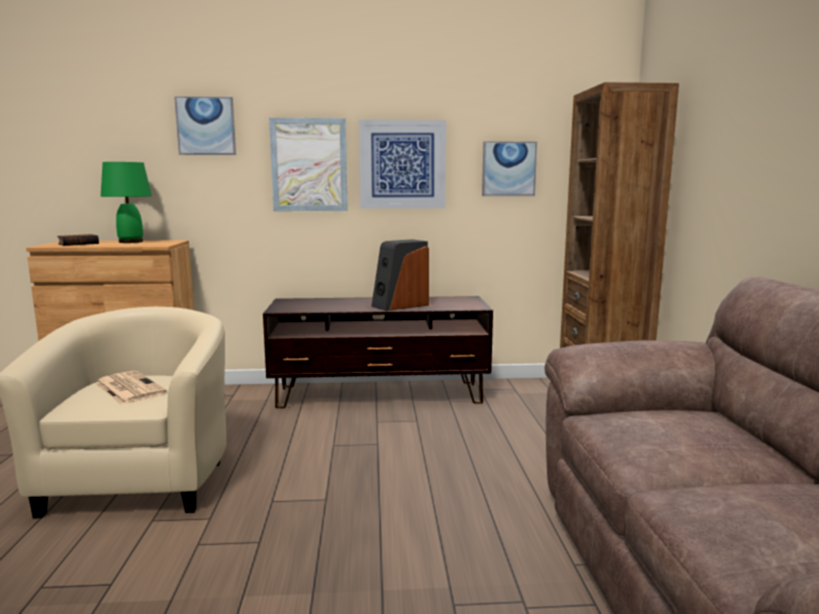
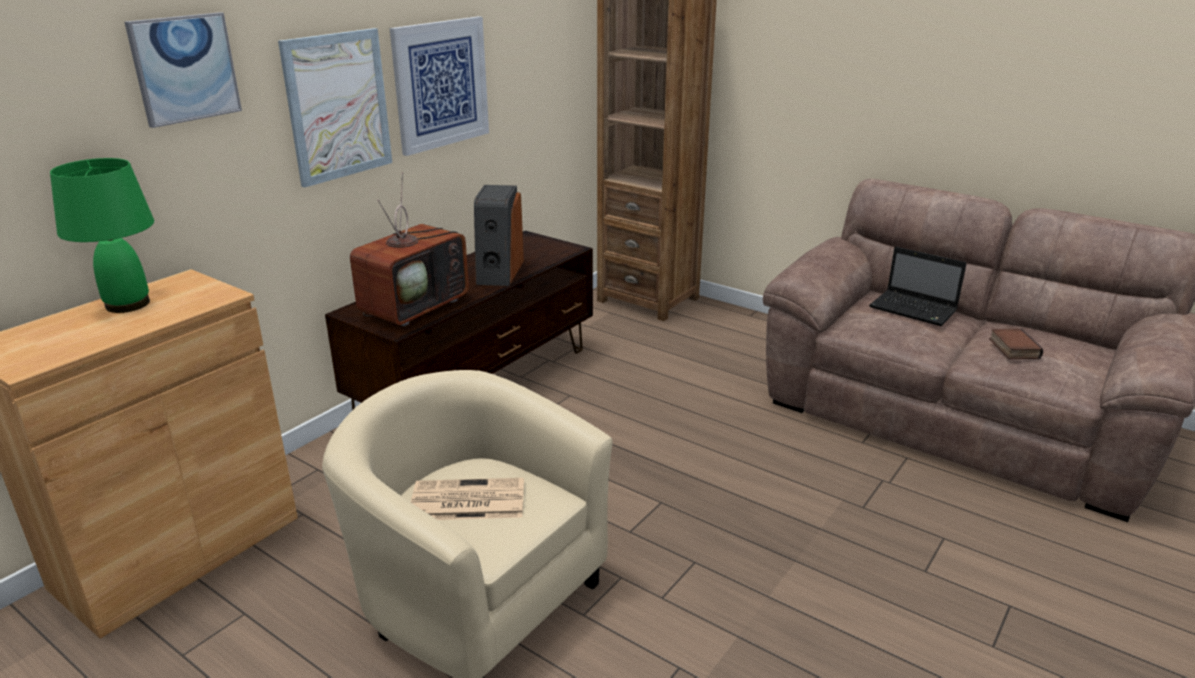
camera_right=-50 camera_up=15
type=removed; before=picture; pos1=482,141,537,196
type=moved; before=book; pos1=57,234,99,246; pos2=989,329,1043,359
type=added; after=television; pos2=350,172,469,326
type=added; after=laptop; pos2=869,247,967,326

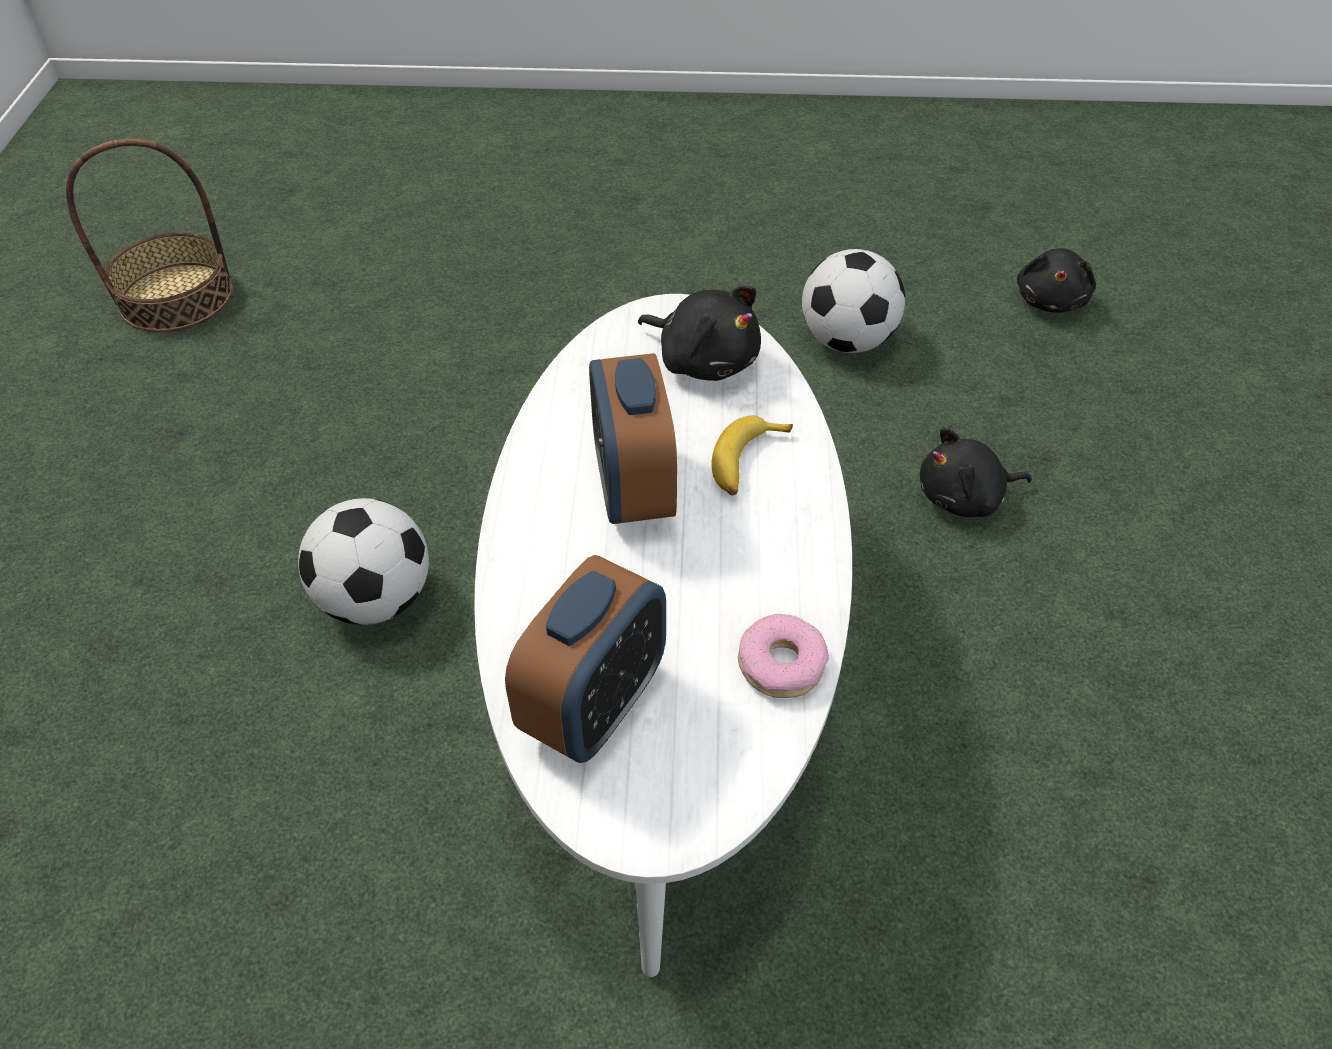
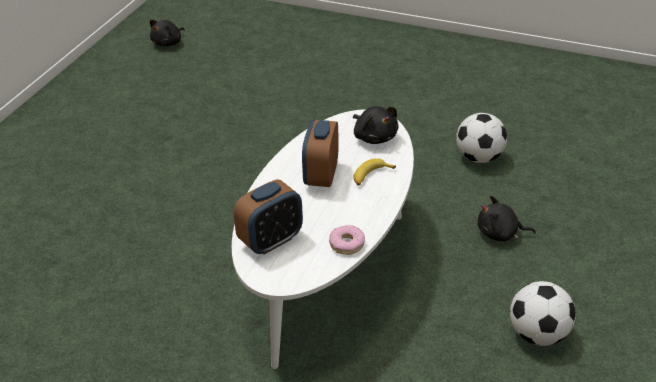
camera_right=20 camera_up=-10
type=removed; before=basket; pos1=66,139,233,333
type=moved; before=plush toy (black); pos1=1017,248,1096,313; pos2=150,19,185,46
type=moved; before=football; pos1=298,498,429,625; pos2=510,281,576,346

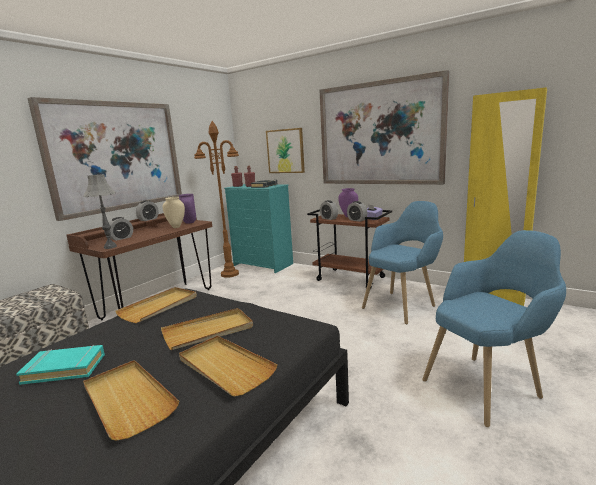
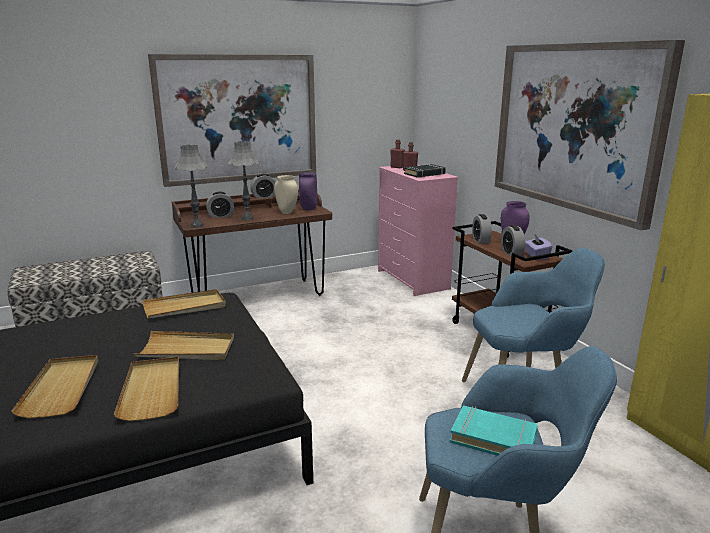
camera_right=30 camera_up=5
type=removed; before=floor lamp (brown); pos1=194,121,239,278
type=removed; before=picture; pos1=266,128,305,173
type=recoloured; before=dresser (turquoise); after=dresser (pink); pos1=224,184,293,273; pos2=378,165,458,296
type=moved; before=book (turquoise); pos1=16,345,105,385; pos2=450,405,538,456
type=added; after=table lamp (grey); pos2=228,141,259,221

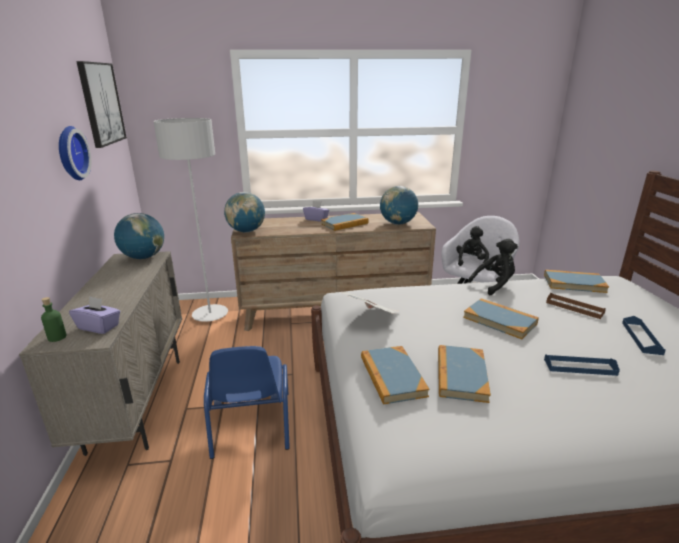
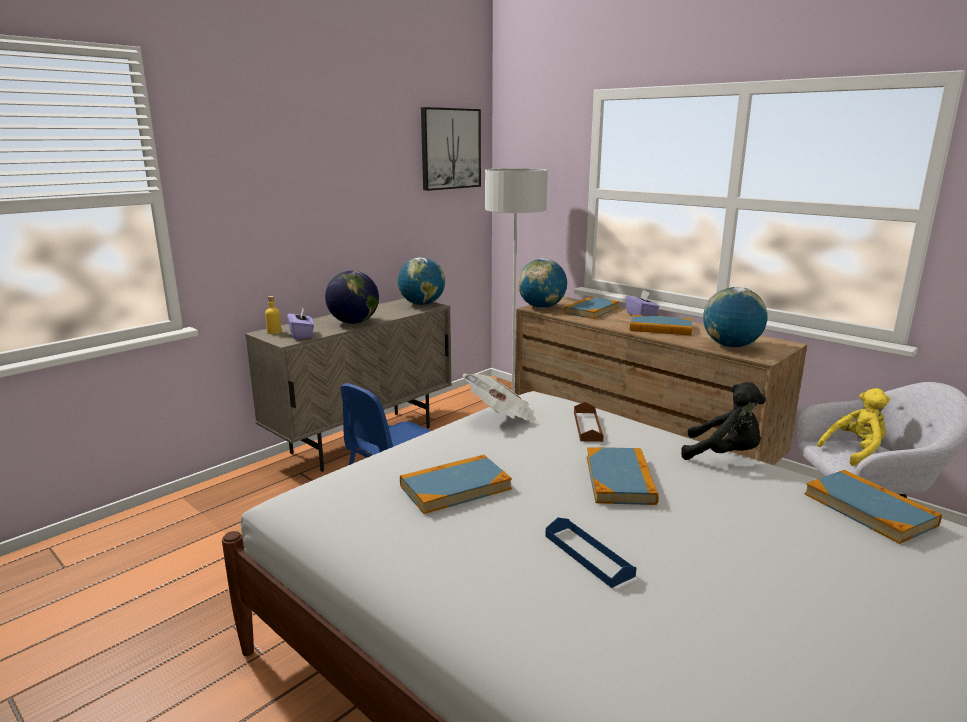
camera_right=50 camera_up=-5
type=removed; before=wall clock; pos1=59,126,91,180
type=recoloured; before=plush toy (black); after=plush toy (yellow); pos1=456,226,489,270; pos2=817,388,890,466
type=moved; before=tray (brown); pos1=546,293,606,319; pos2=574,402,604,442
type=recoloured; before=bottle (green); after=bottle (yellow); pos1=41,297,67,342; pos2=265,296,281,334
type=removed; before=tray (blue); pos1=622,316,666,355
type=moved; before=book; pos1=361,346,430,404; pos2=564,297,619,319
type=added; after=globe; pos2=325,271,379,324

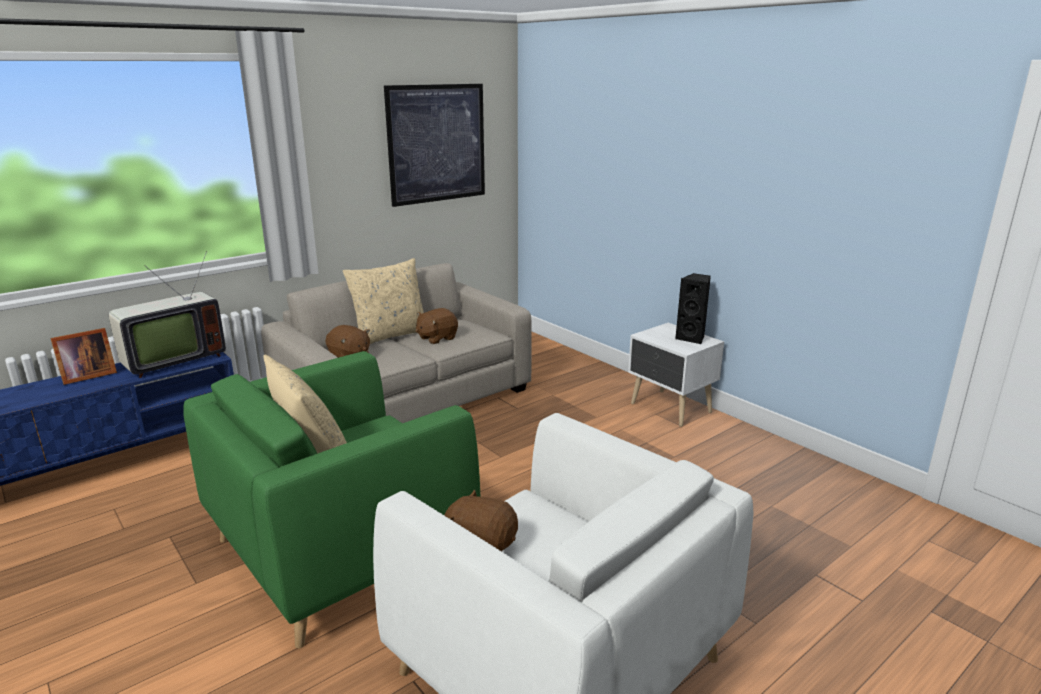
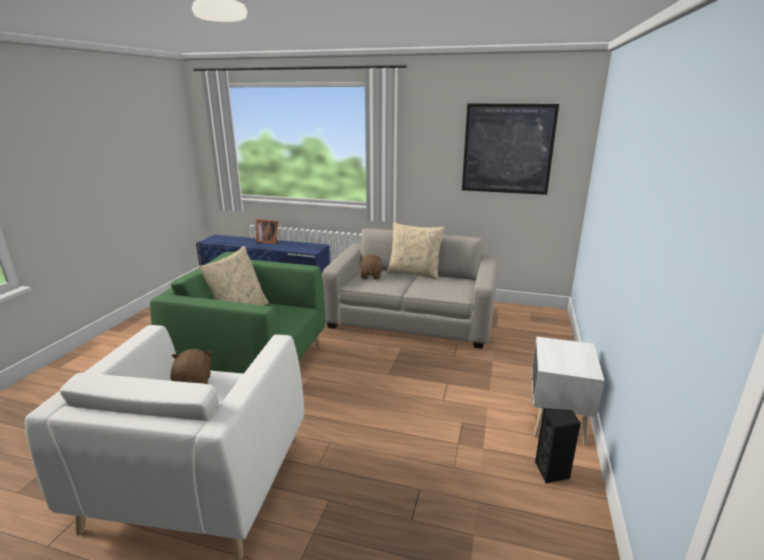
camera_right=55 camera_up=0
type=removed; before=television; pos1=109,251,226,378
type=moved; before=speaker (black); pos1=675,273,711,344; pos2=535,408,581,484
type=removed; before=plush toy (brown); pos1=416,308,458,344

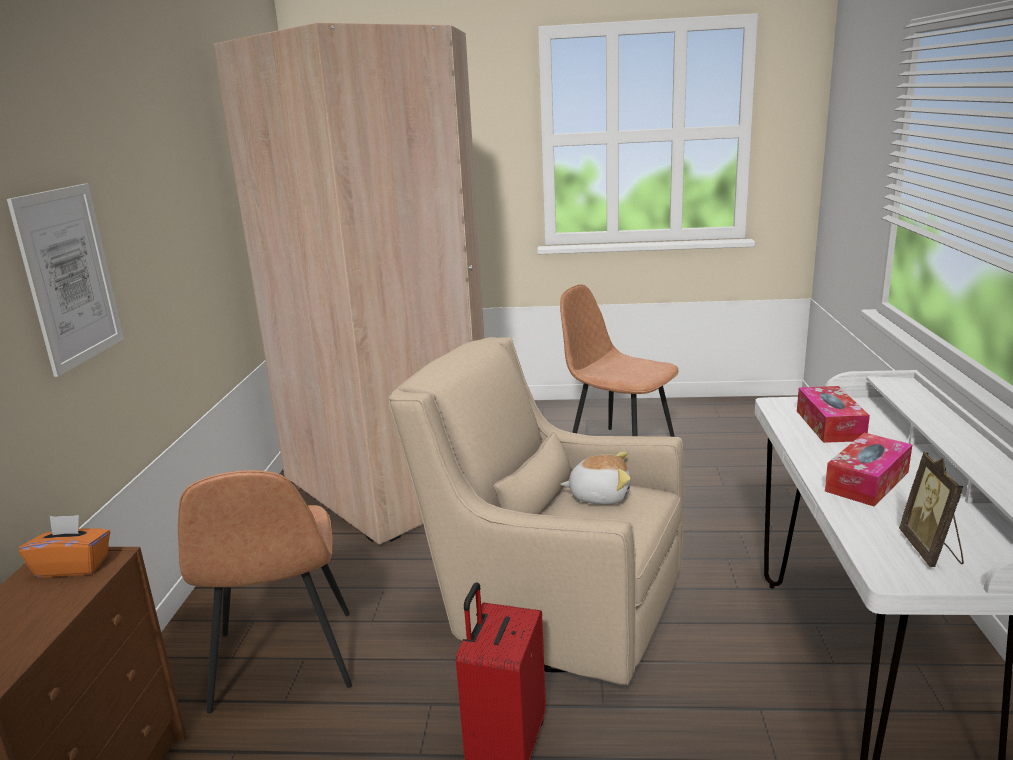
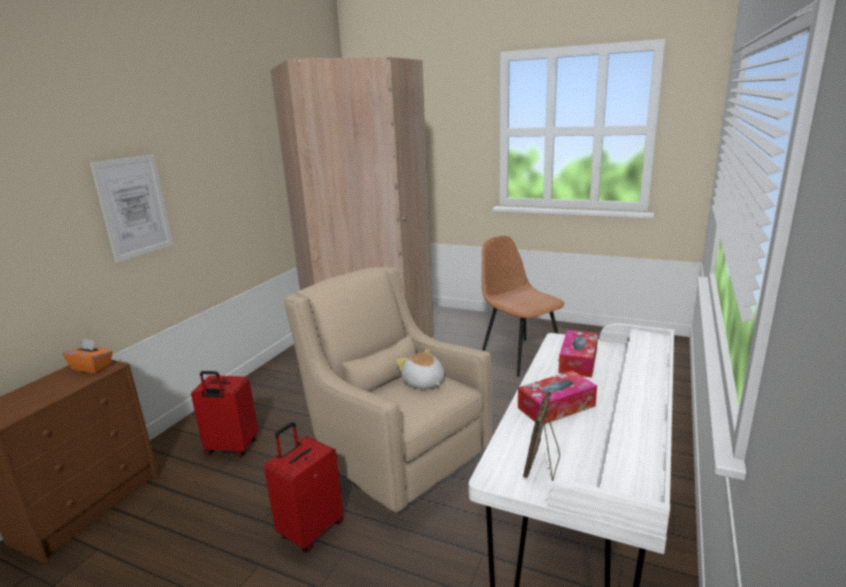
camera_right=20 camera_up=0
type=turned; before=plush toy; pos1=560,452,631,505; pos2=396,349,445,389; turn=-150
type=replaced; before=chair (brown); after=suitcase (red); pos1=178,470,352,713; pos2=191,371,258,457

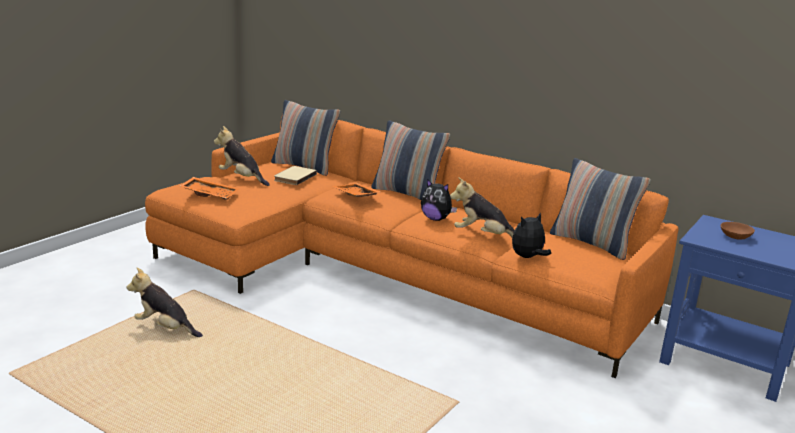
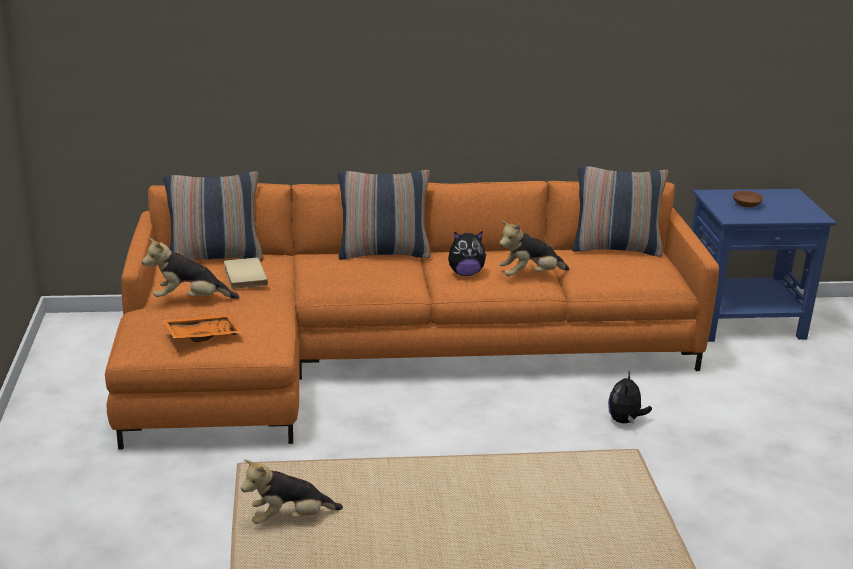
camera_right=-40 camera_up=5
type=removed; before=tray (orange); pos1=333,183,380,197
type=moved; before=plush toy; pos1=512,213,551,258; pos2=608,370,652,424

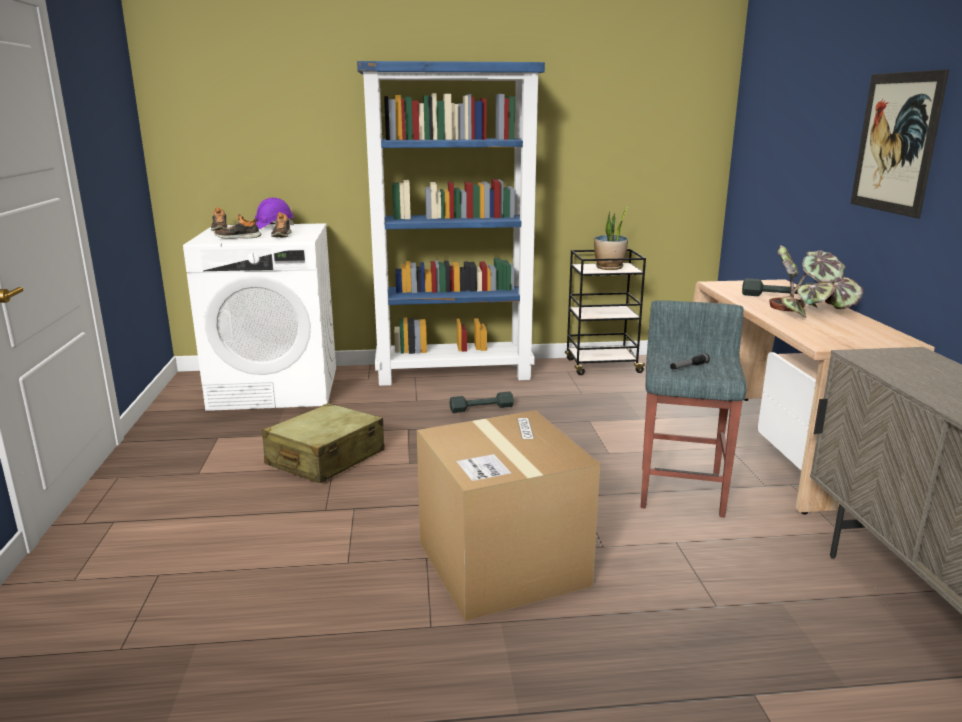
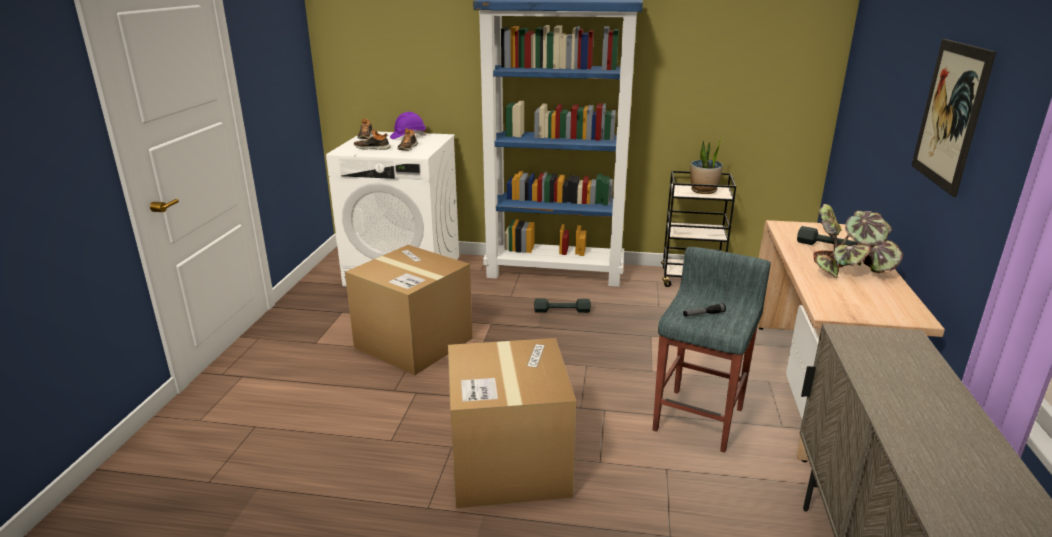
camera_right=15 camera_up=5
type=replaced; before=suitcase (beige); after=cardboard box; pos1=262,403,385,483; pos2=345,245,473,376

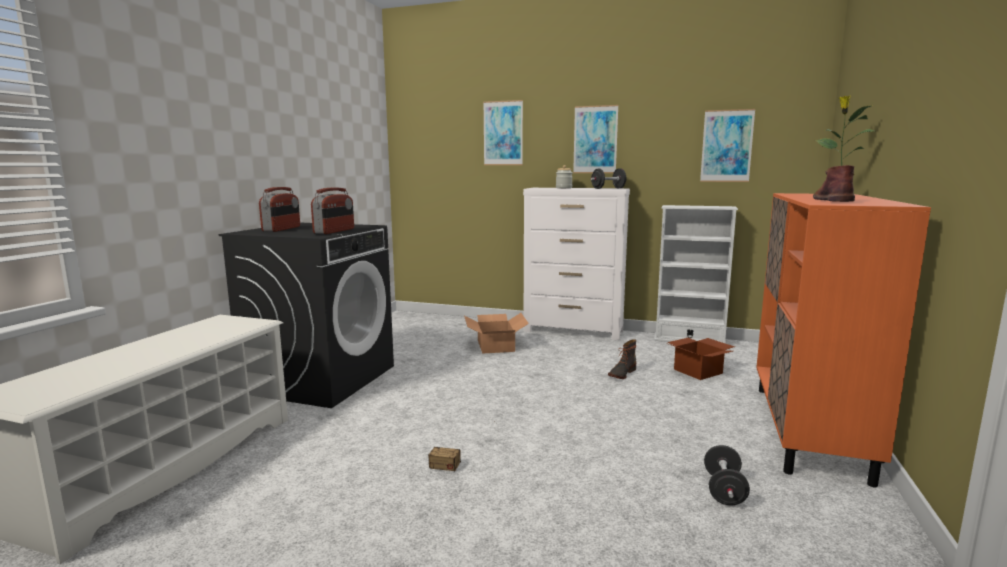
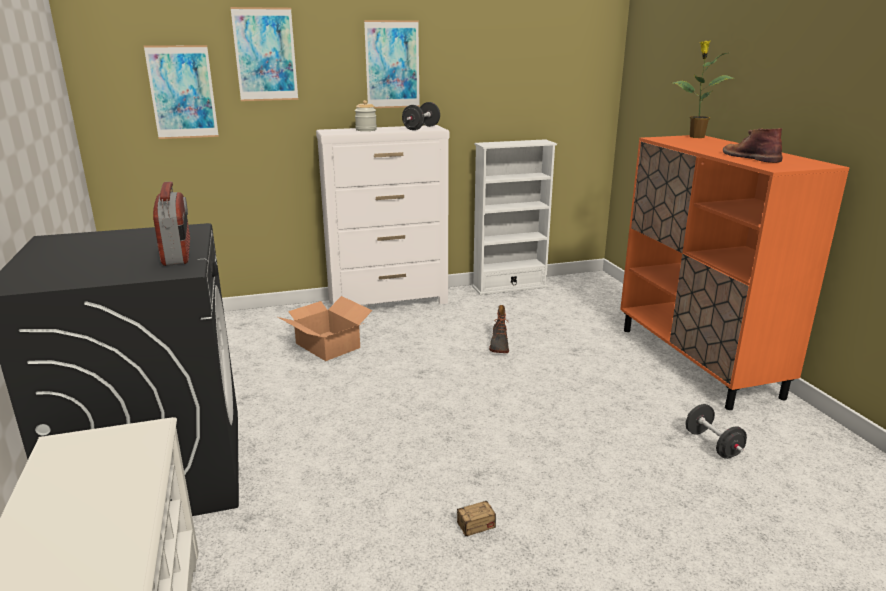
camera_right=-35 camera_up=10
type=moved; before=picture; pos1=700,109,755,182; pos2=144,45,219,139
type=removed; before=radio; pos1=259,187,300,232
type=removed; before=cardboard box; pos1=666,337,735,380

